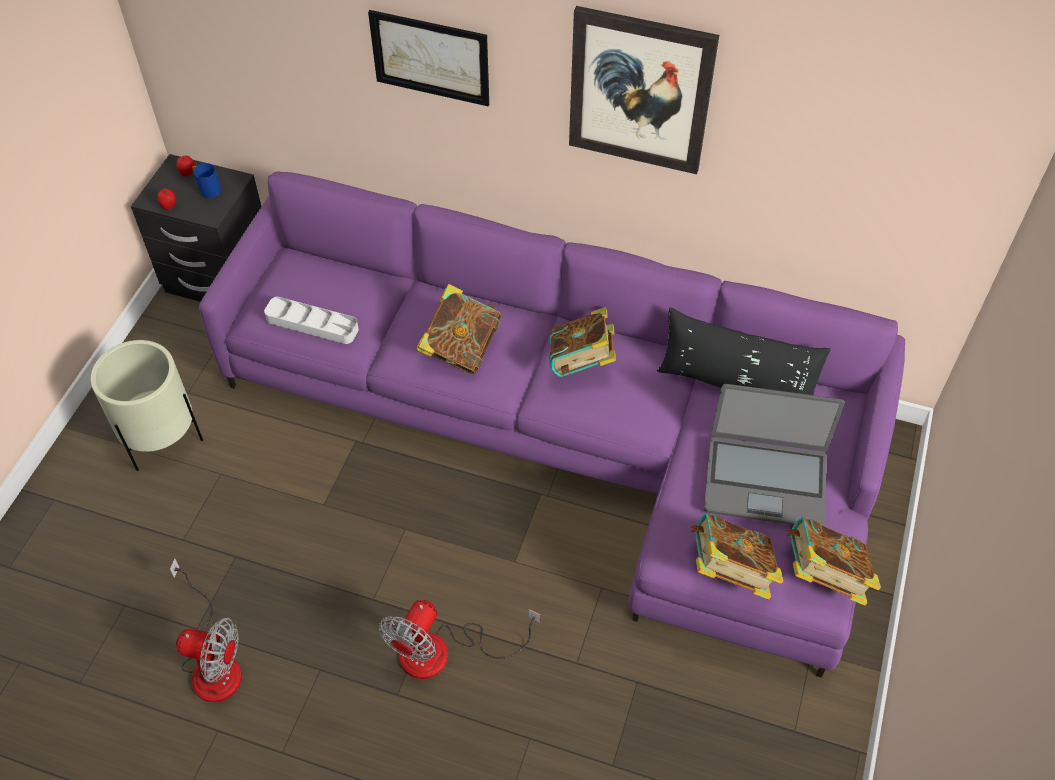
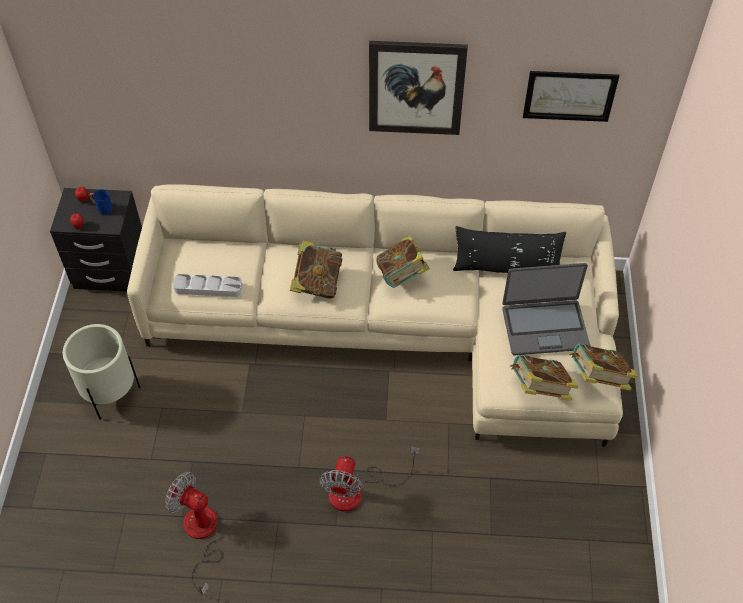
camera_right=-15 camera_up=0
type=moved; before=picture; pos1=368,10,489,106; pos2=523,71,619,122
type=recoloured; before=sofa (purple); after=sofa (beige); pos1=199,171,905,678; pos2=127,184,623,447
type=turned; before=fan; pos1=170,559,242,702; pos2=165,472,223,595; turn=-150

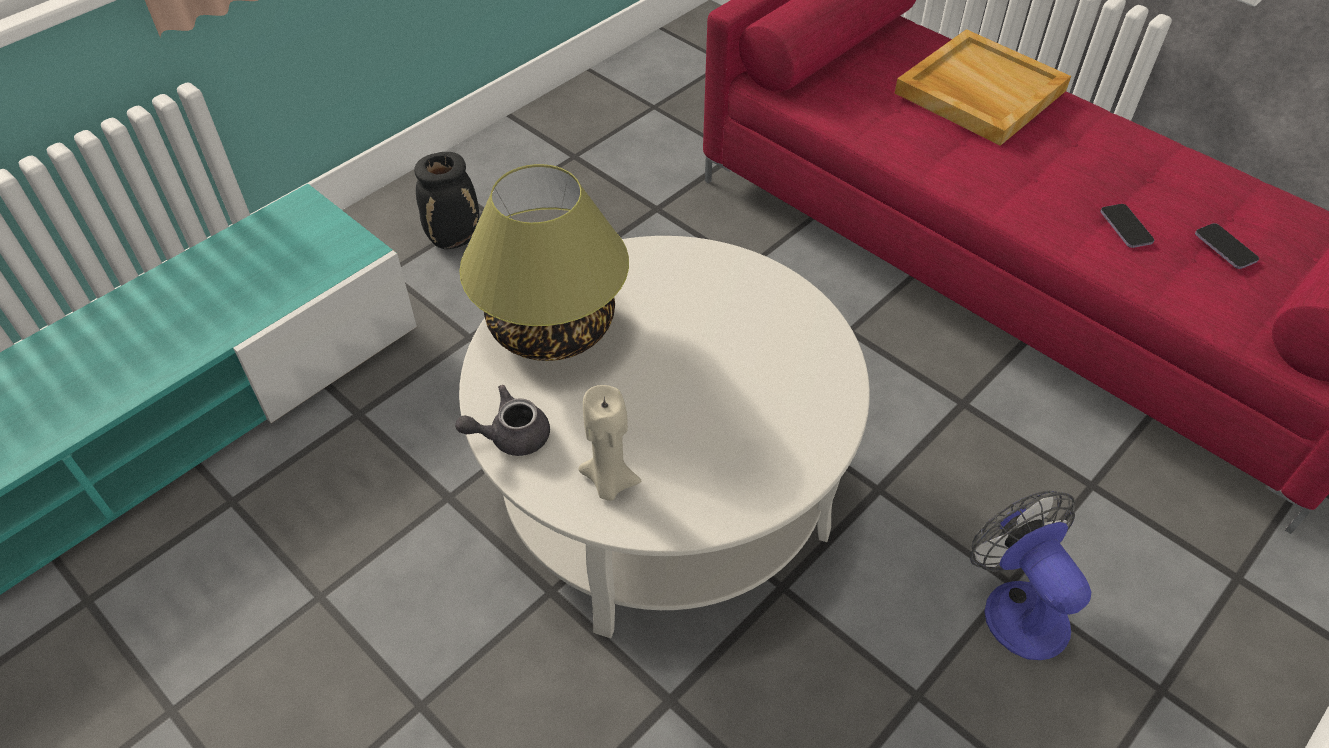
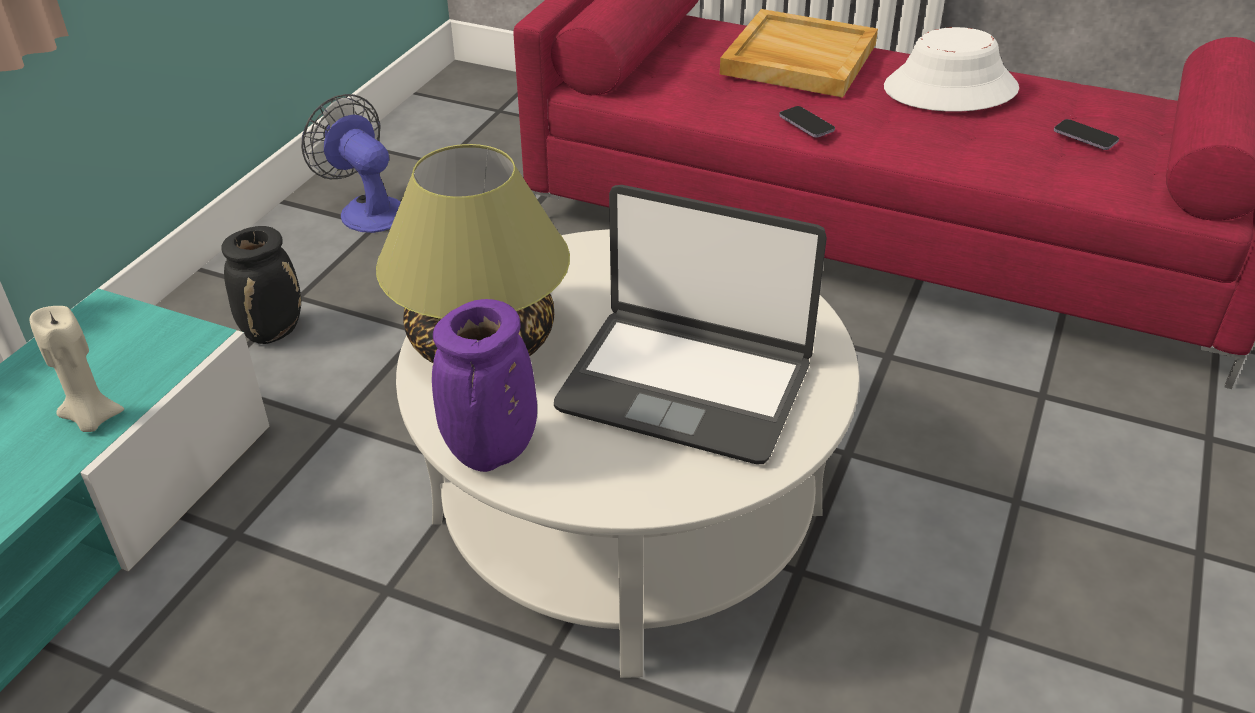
camera_right=-20 camera_up=-10
type=moved; before=phone; pos1=1100,204,1154,248; pos2=779,106,835,138
type=replaced; before=teapot (grey); after=vase (purple); pos1=455,385,550,456; pos2=432,299,537,472
type=moved; before=candle (beige); pos1=578,385,642,501; pos2=29,306,124,432
type=moved; before=fan; pos1=970,490,1091,660; pos2=301,94,401,233
type=added; after=hat (white); pos2=884,27,1019,112
type=added; after=laptop; pos2=554,185,827,465

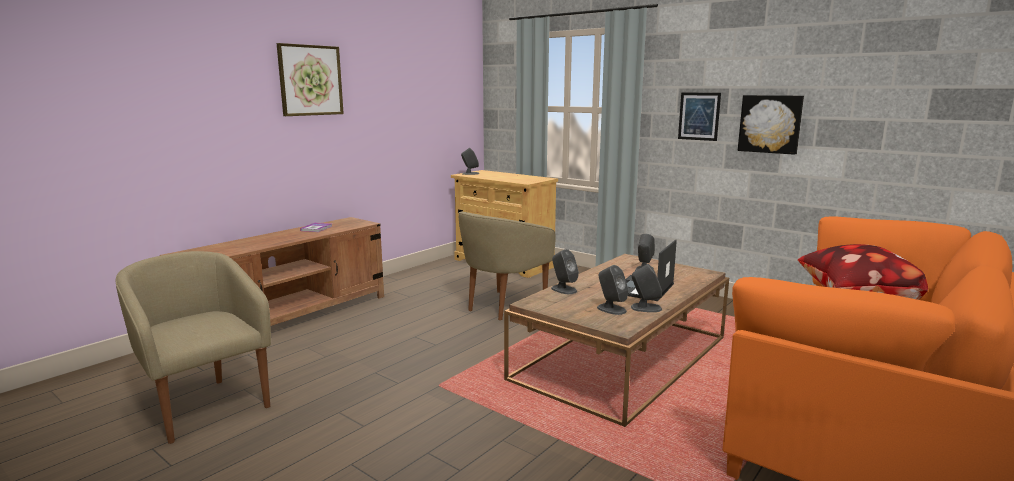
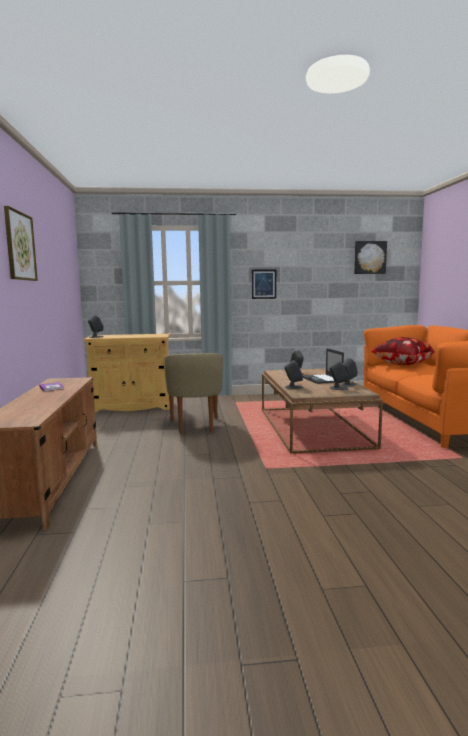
camera_right=-45 camera_up=-5
type=moved; before=picture; pos1=738,95,804,155; pos2=354,241,387,274
type=removed; before=armchair (beige); pos1=115,251,271,444

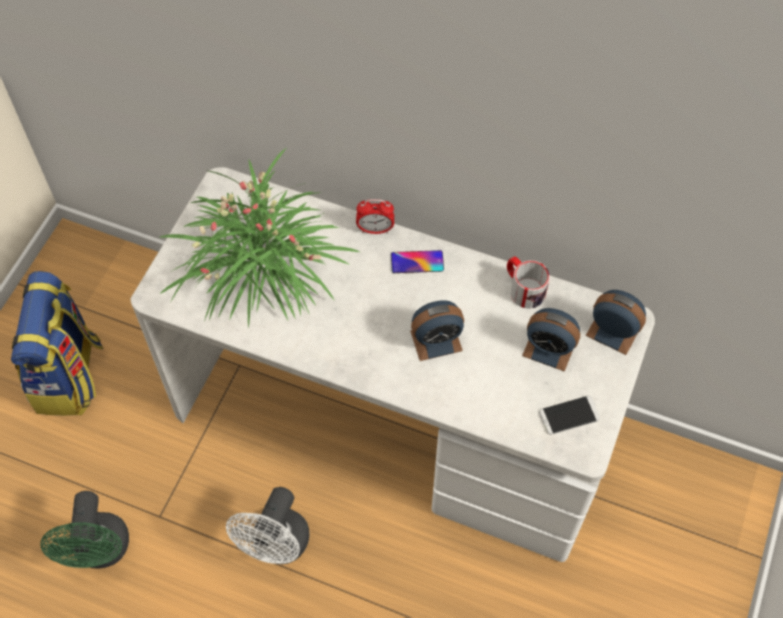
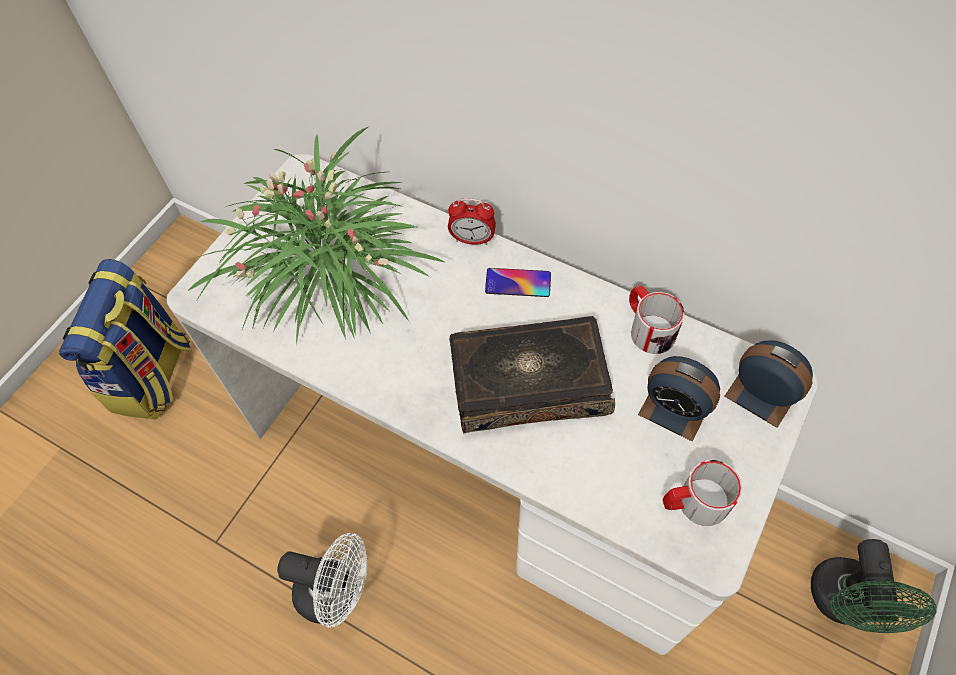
camera_right=10 camera_up=0
type=replaced; before=alarm clock; after=book; pos1=410,300,464,361; pos2=449,316,615,434
type=replaced; before=phone; after=mug; pos1=539,396,600,435; pos2=663,460,742,526
type=turned; before=fan (white); pos1=226,487,309,564; pos2=277,533,367,628; turn=-105
type=moved; before=fan (green); pos1=40,491,129,569; pos2=811,539,937,633

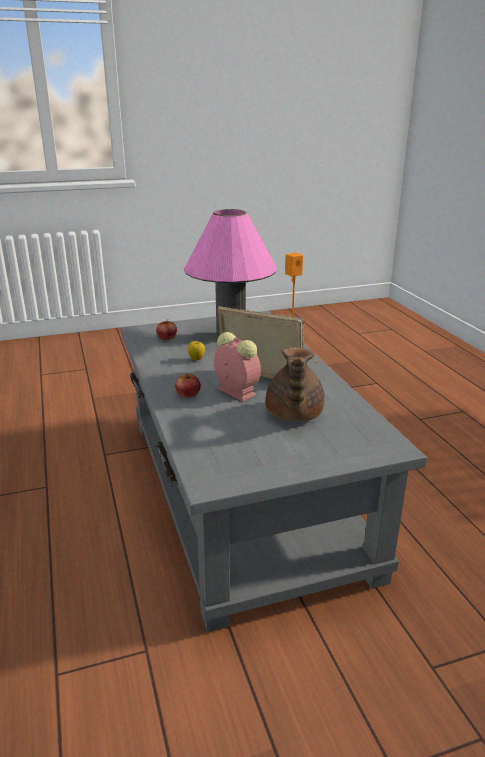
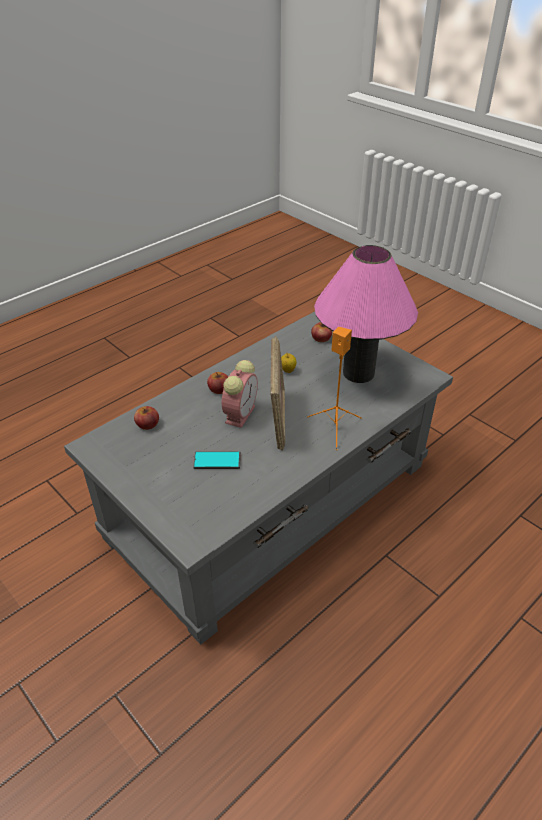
camera_right=65 camera_up=15
type=replaced; before=teapot (brown); after=phone; pos1=266,347,325,421; pos2=193,451,241,469
type=added; after=apple; pos2=134,406,159,430

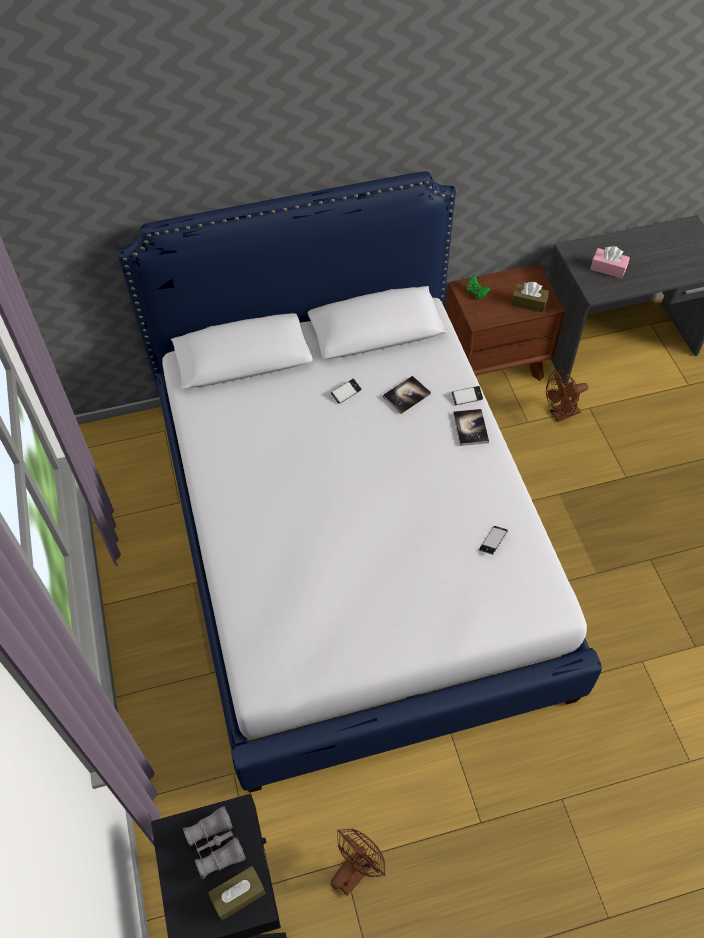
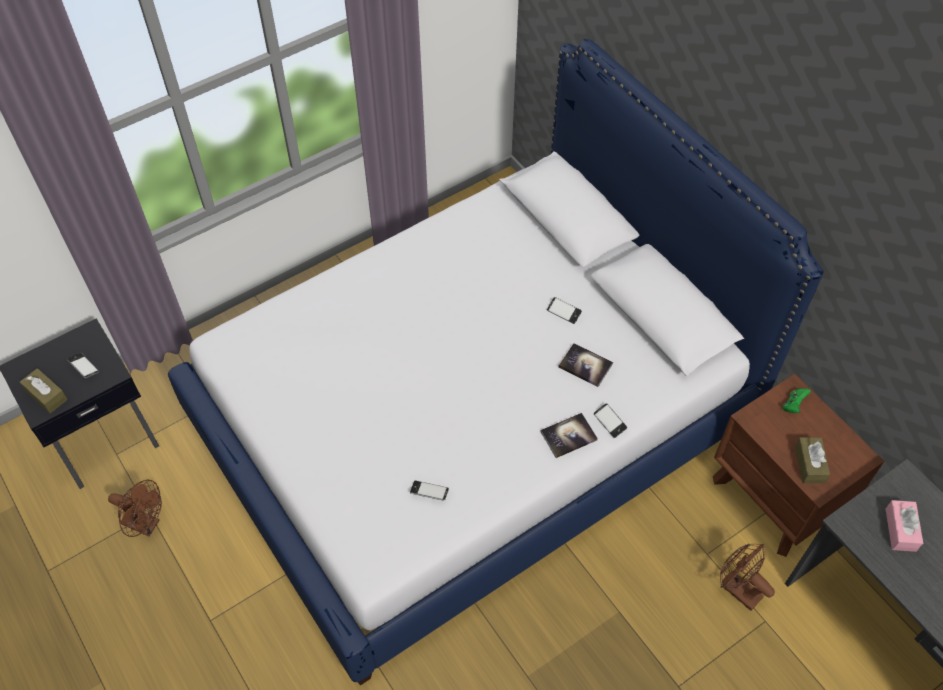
camera_right=70 camera_up=0
type=replaced; before=binoculars (grey); after=phone; pos1=183,806,246,880; pos2=67,353,99,378

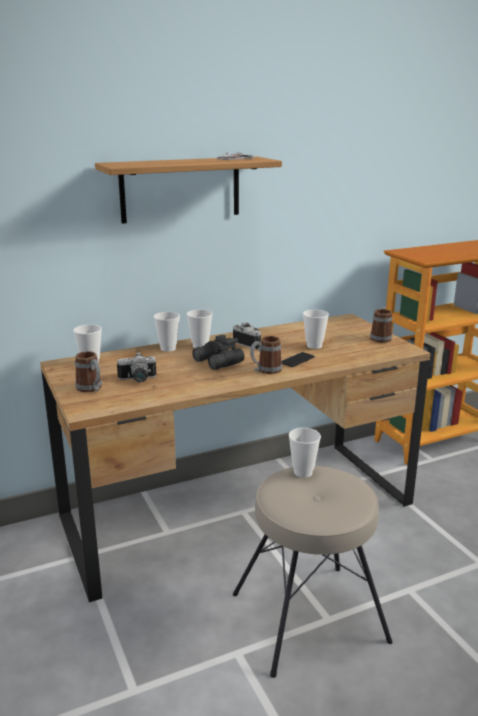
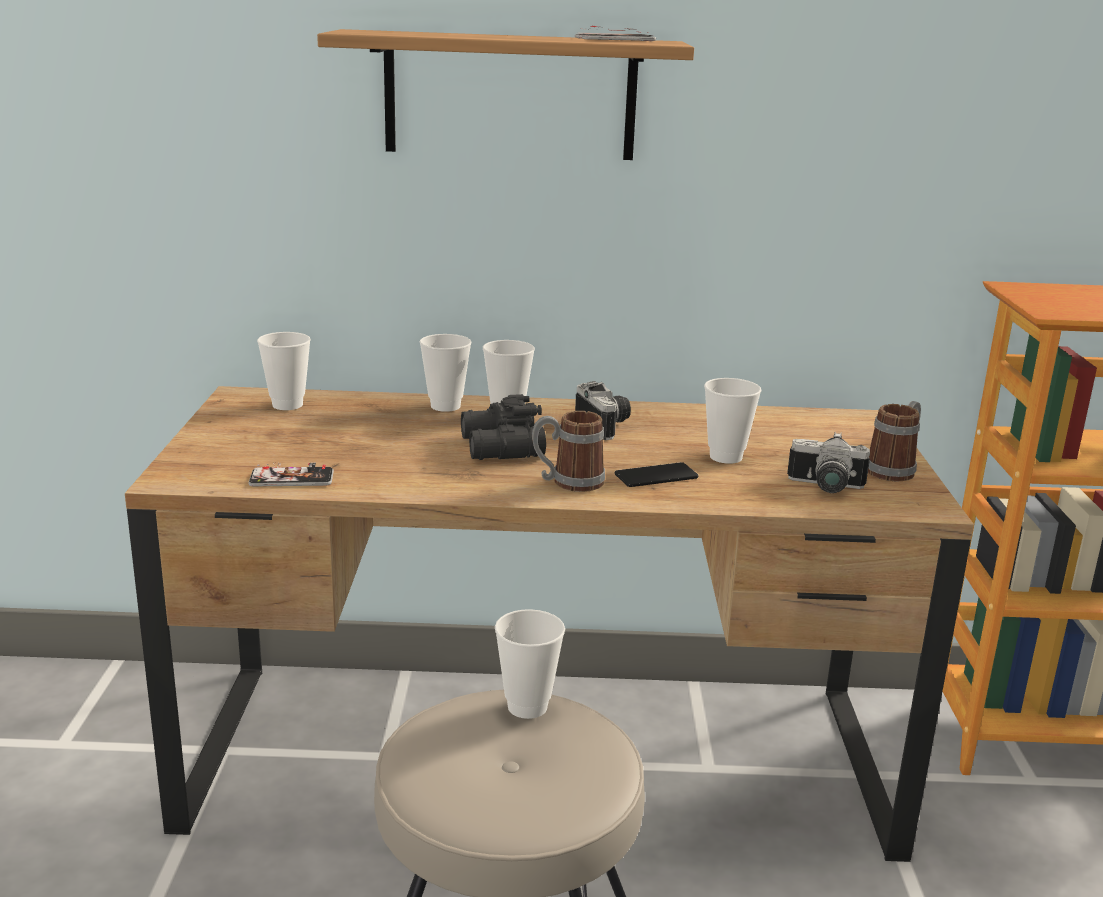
camera_right=25 camera_up=0
type=removed; before=mug; pos1=75,351,102,392
type=moved; before=photo camera; pos1=117,353,156,382; pos2=787,432,870,493
type=added; after=phone; pos2=248,463,334,486

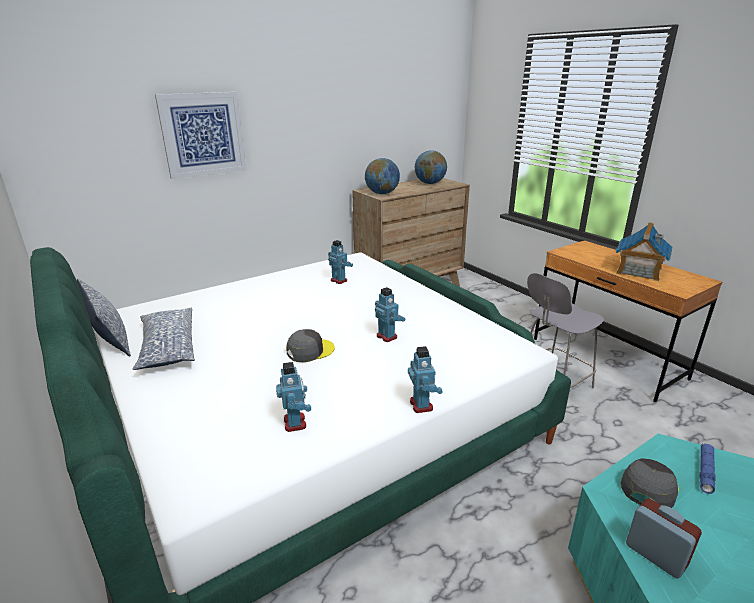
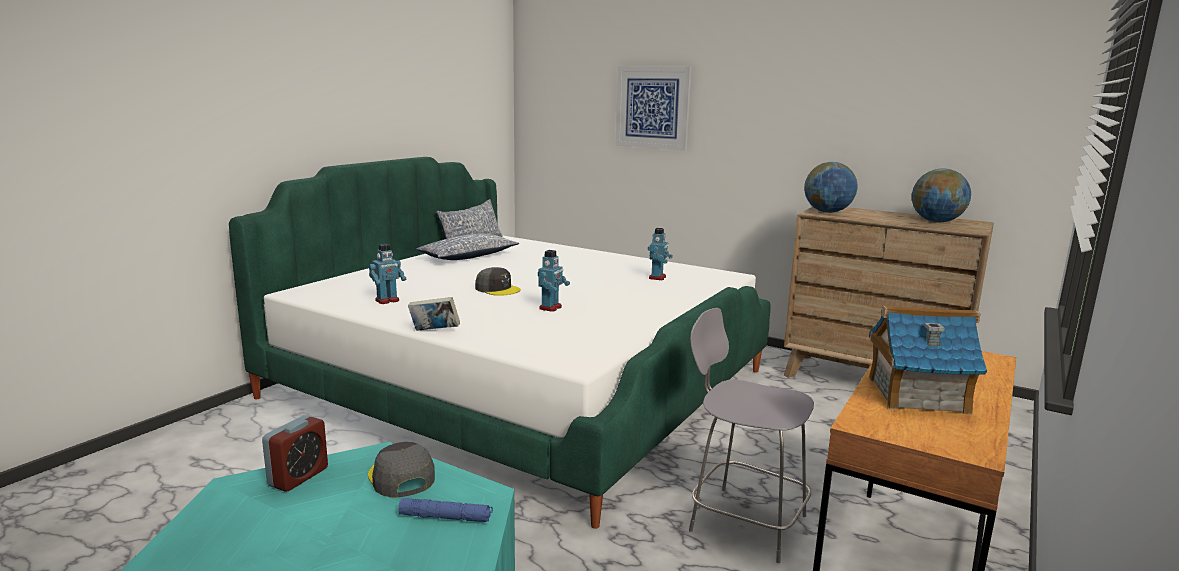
camera_right=65 camera_up=-10
type=replaced; before=toy robot; after=book; pos1=408,346,443,413; pos2=408,297,460,331
type=turned; before=cap (grey); pos1=621,459,679,508; pos2=368,442,435,498; turn=-135

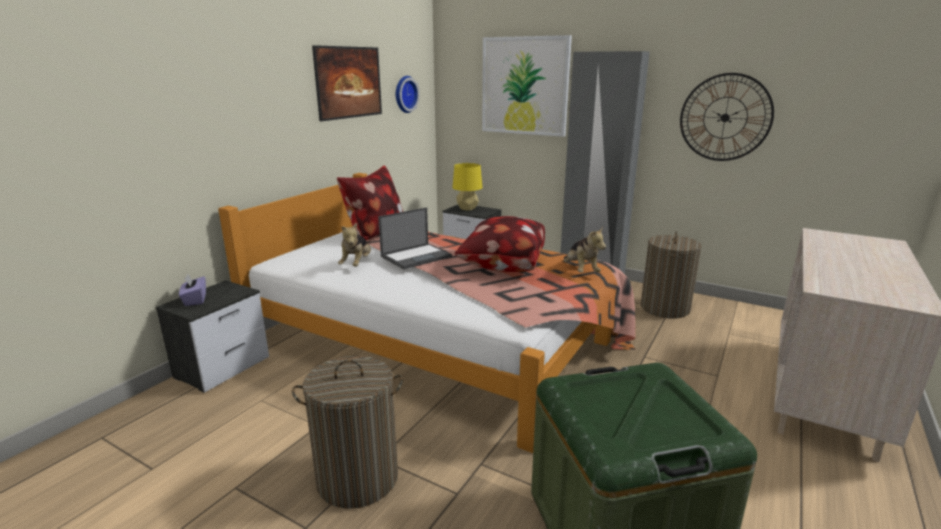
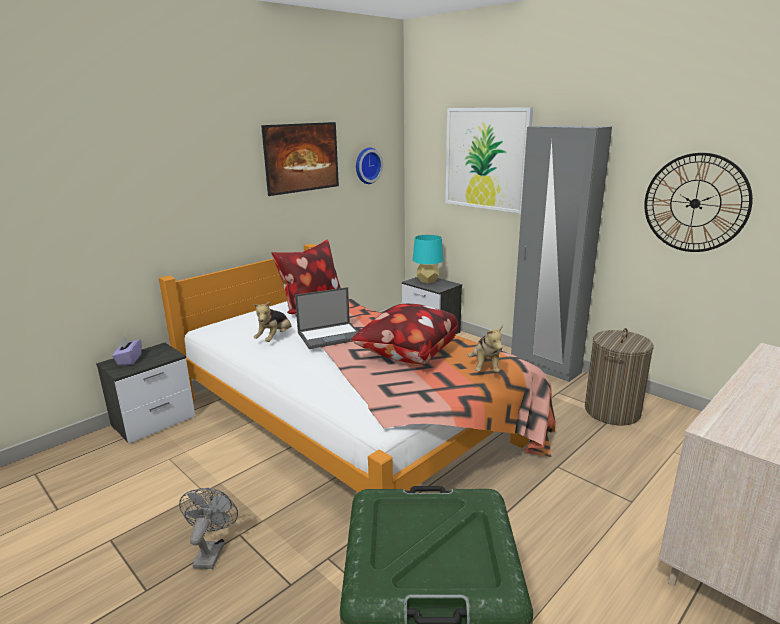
camera_right=15 camera_up=0
type=recoloured; before=table lamp (yellow); after=table lamp (turquoise); pos1=452,163,483,211; pos2=413,234,443,284
type=replaced; before=laundry basket; after=fan (grey); pos1=292,356,403,509; pos2=179,488,238,569

